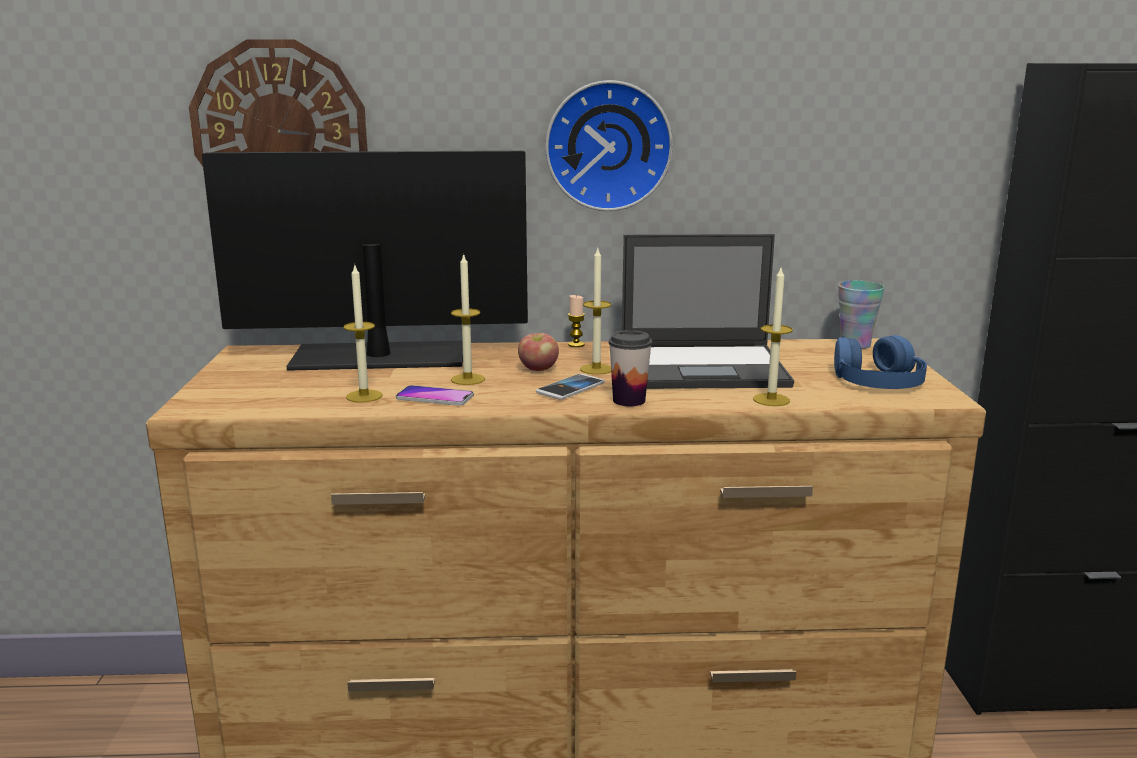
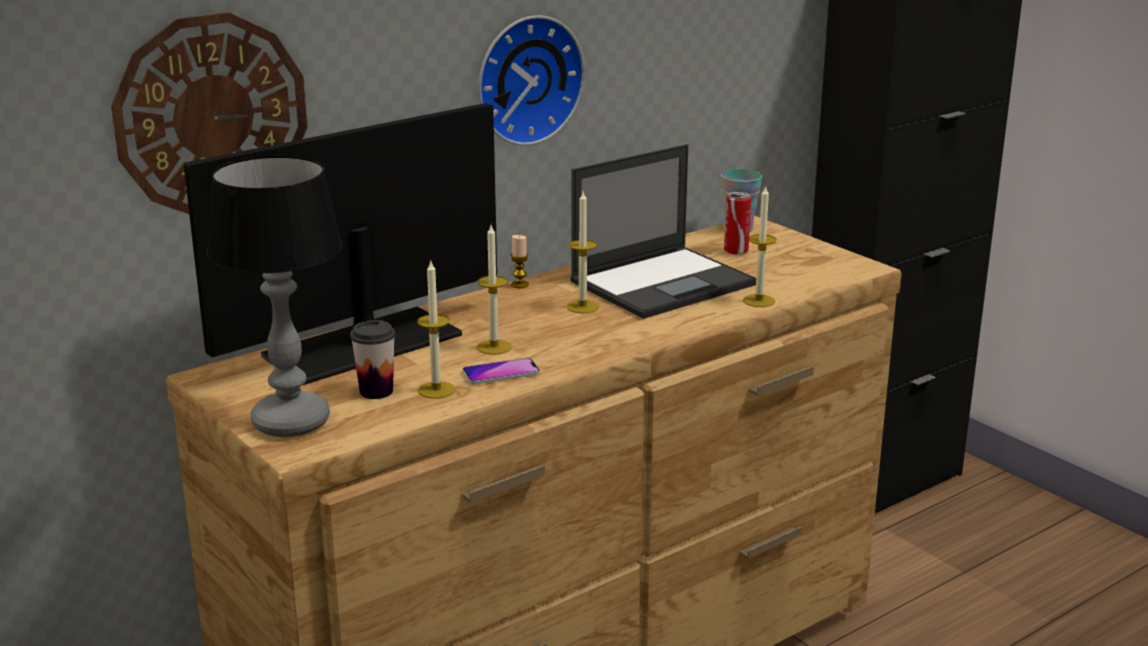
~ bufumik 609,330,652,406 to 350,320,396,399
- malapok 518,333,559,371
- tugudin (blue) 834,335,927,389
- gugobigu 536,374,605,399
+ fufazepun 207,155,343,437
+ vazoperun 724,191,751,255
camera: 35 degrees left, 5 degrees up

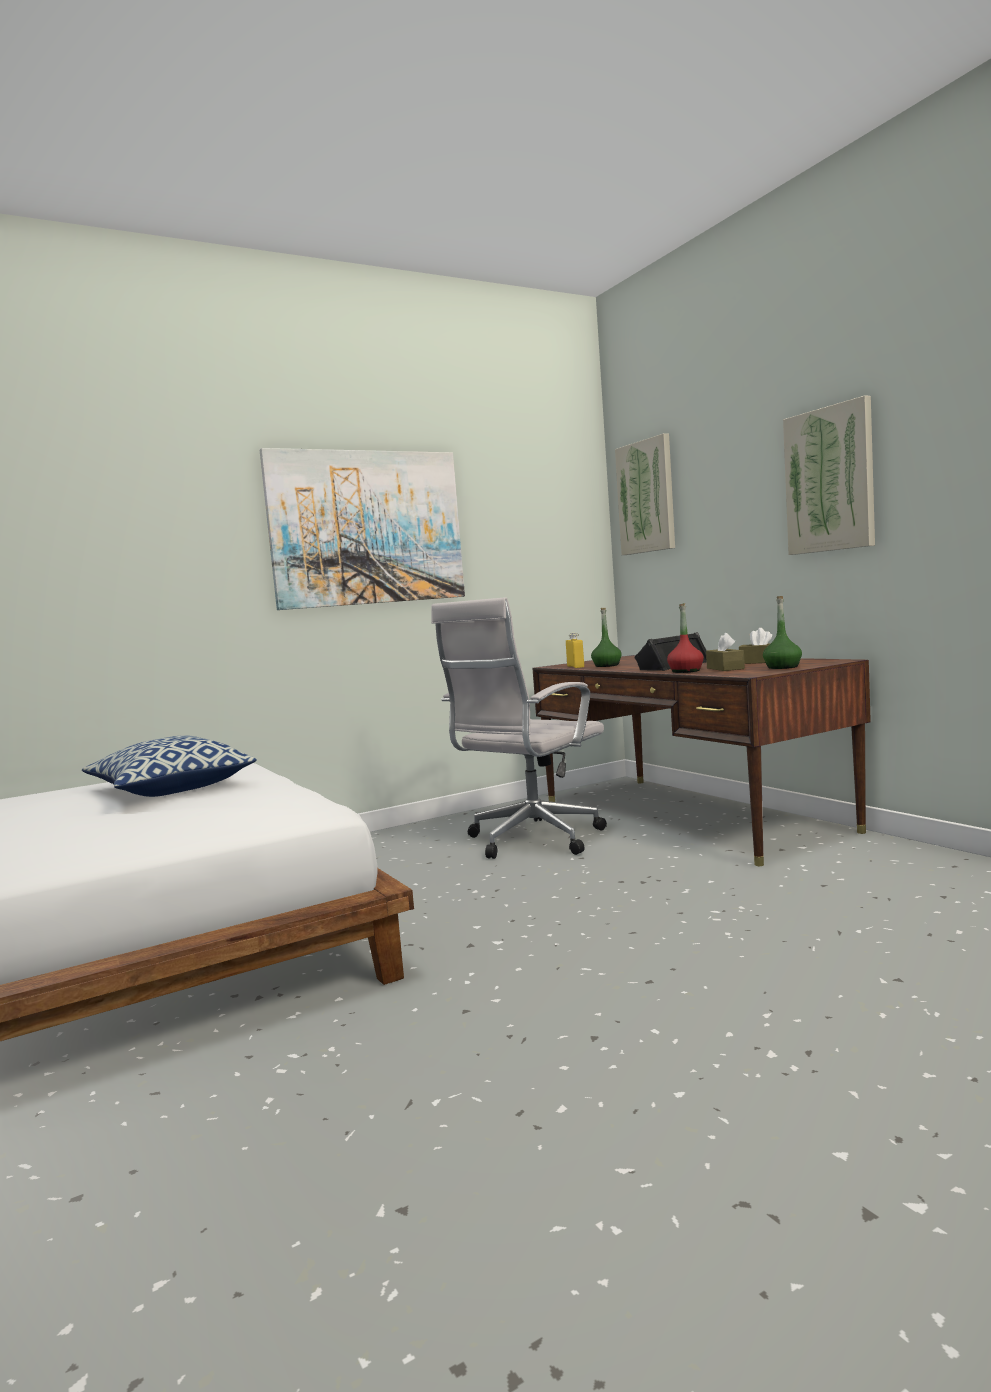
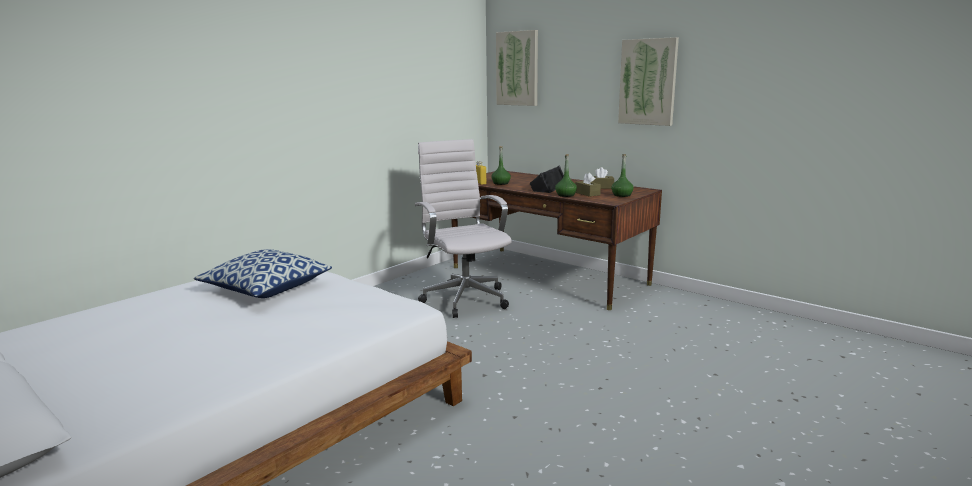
- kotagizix 260,448,465,610
~ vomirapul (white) 431,597,607,859 = 415,139,512,318 135 degrees clockwise
~ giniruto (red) 667,603,704,673 to giniruto (green) 555,154,577,197
camera: 20 degrees left, 10 degrees up

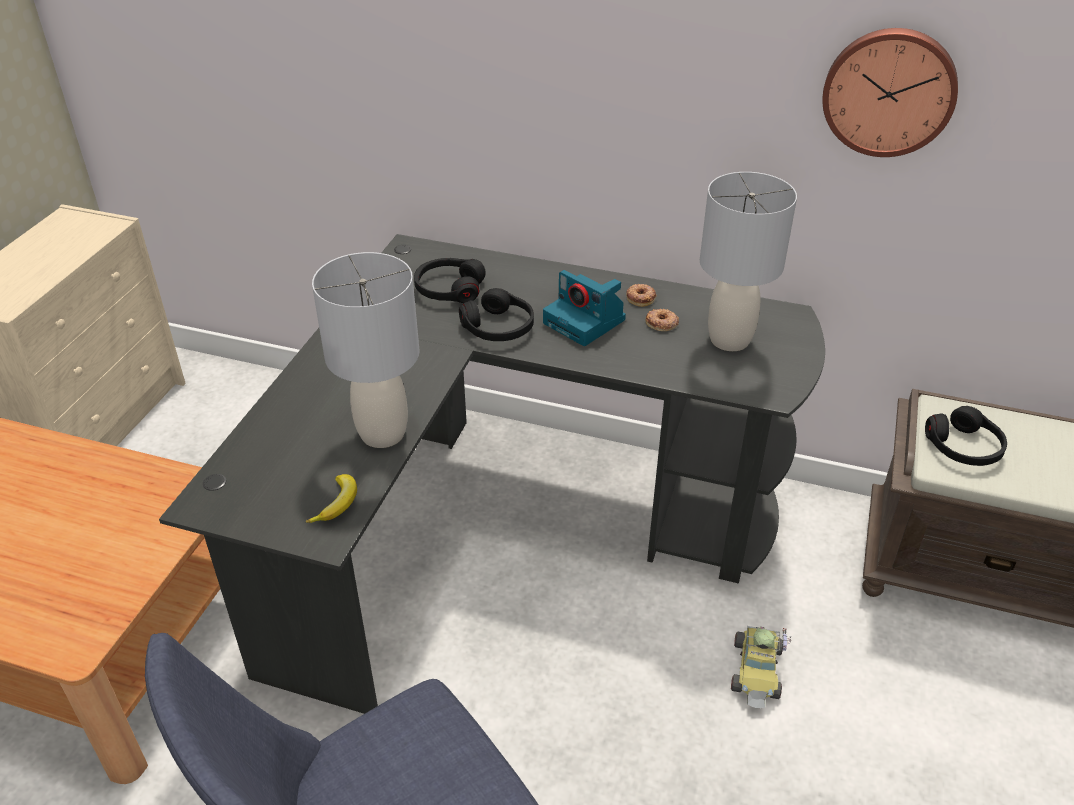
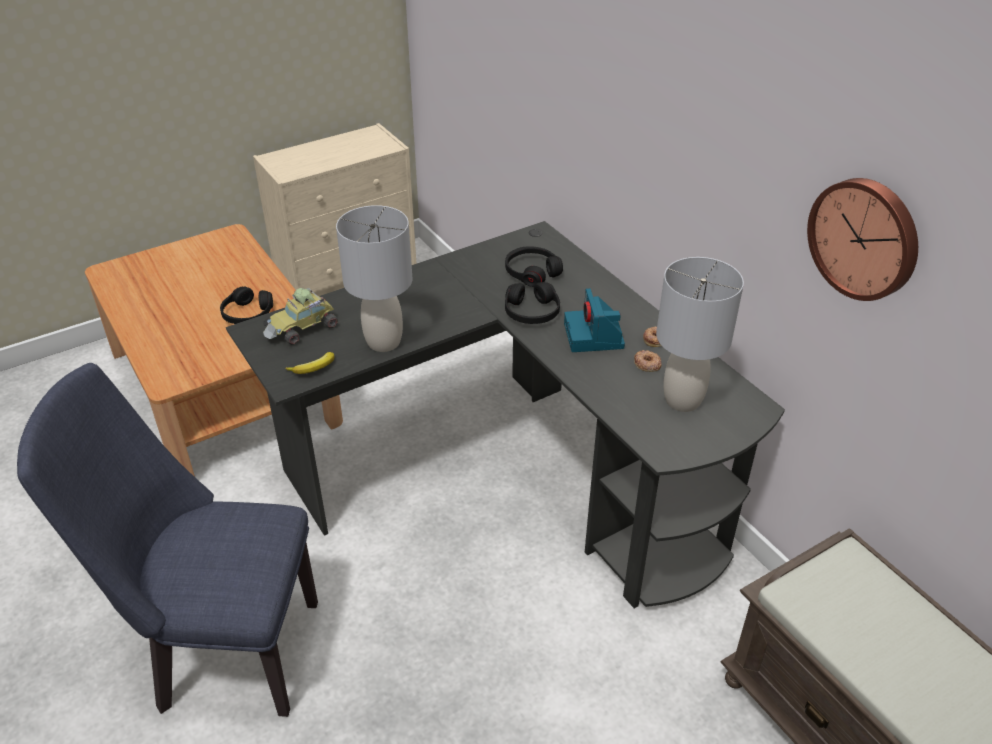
~ tugudin (black) 925,406,1007,466 to 220,287,273,324
~ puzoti 731,626,791,708 to 263,288,338,345
camera: 40 degrees right, 0 degrees up

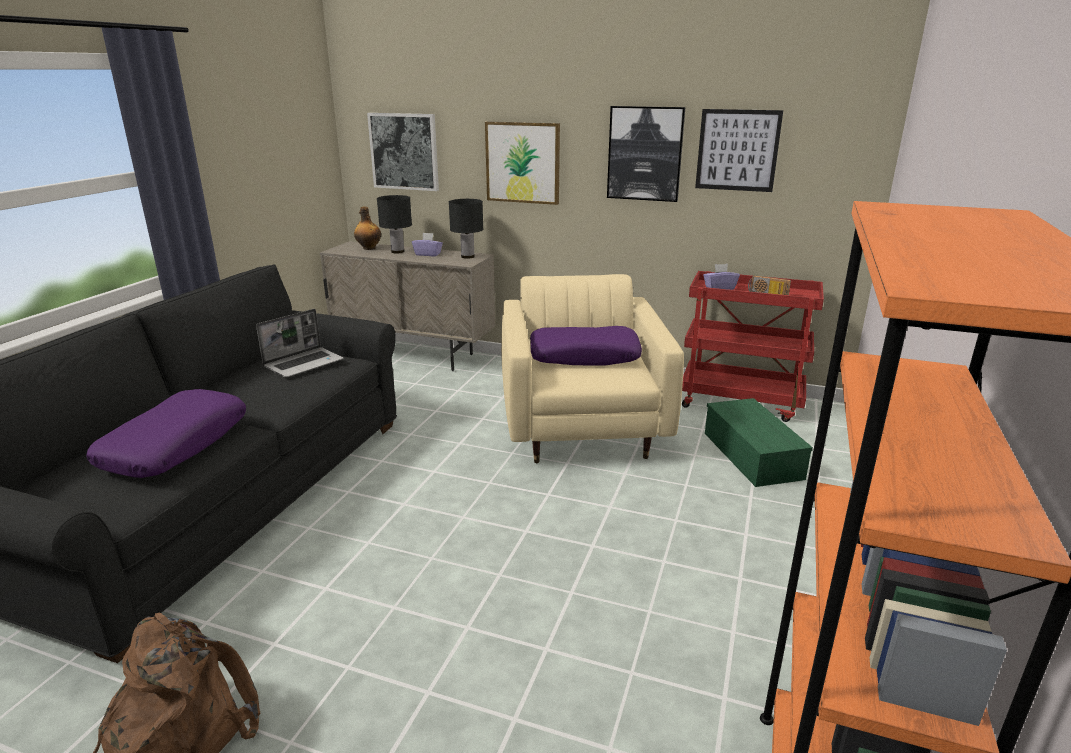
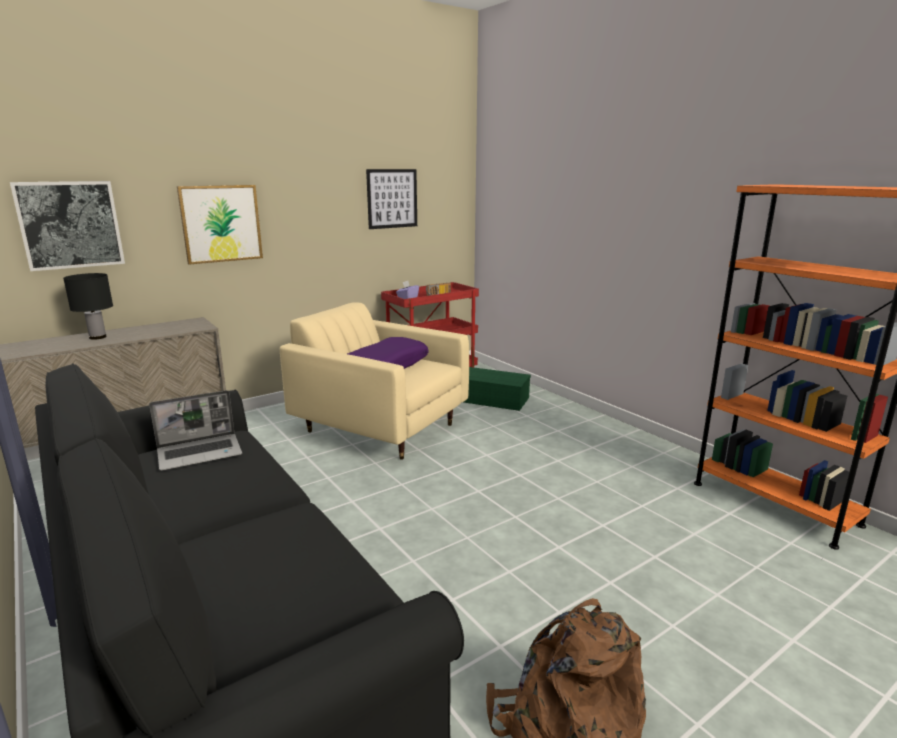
- kotagizix 607,106,686,202
- fufazepun (black) 449,199,483,259
- giniruto 354,207,381,250
- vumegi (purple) 412,233,443,256
~ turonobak 256,309,344,378 = 149,390,242,471 75 degrees clockwise
- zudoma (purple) 87,389,246,478
camera: 55 degrees left, 5 degrees down

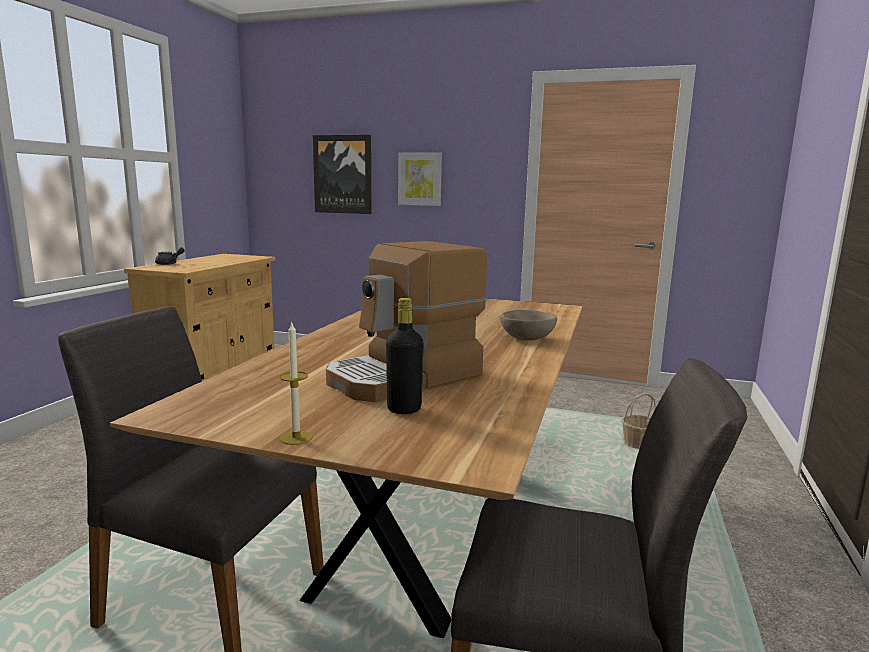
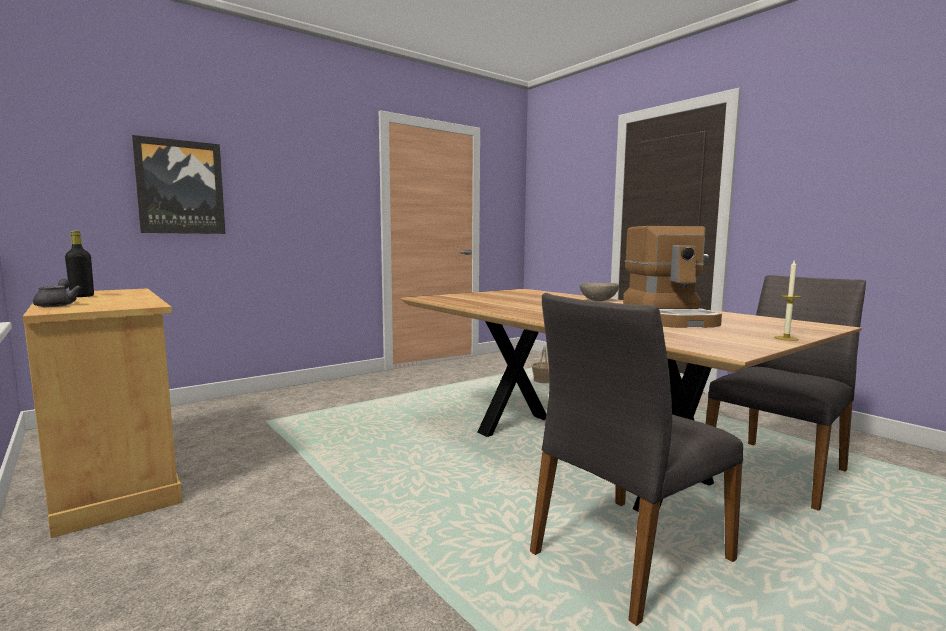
- kotagizix 398,152,442,206
~ giniruto (black) 386,298,424,414 to 65,231,94,297
camera: 55 degrees left, 5 degrees down

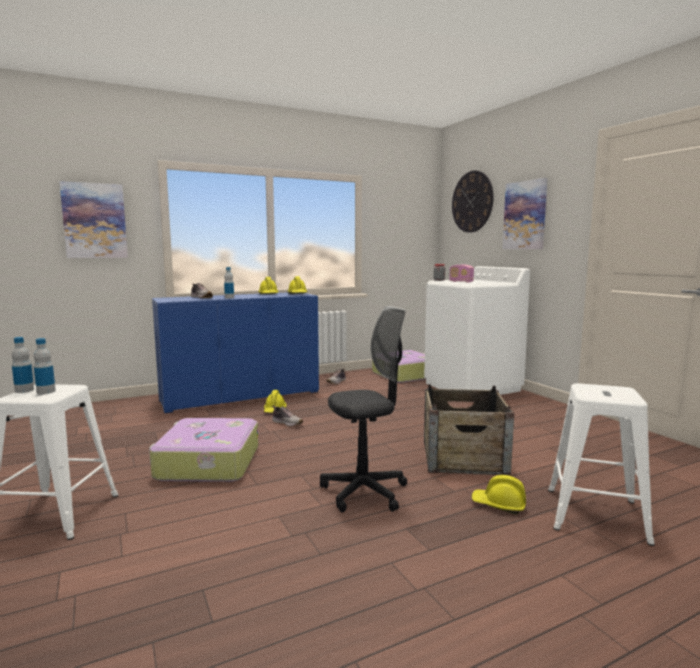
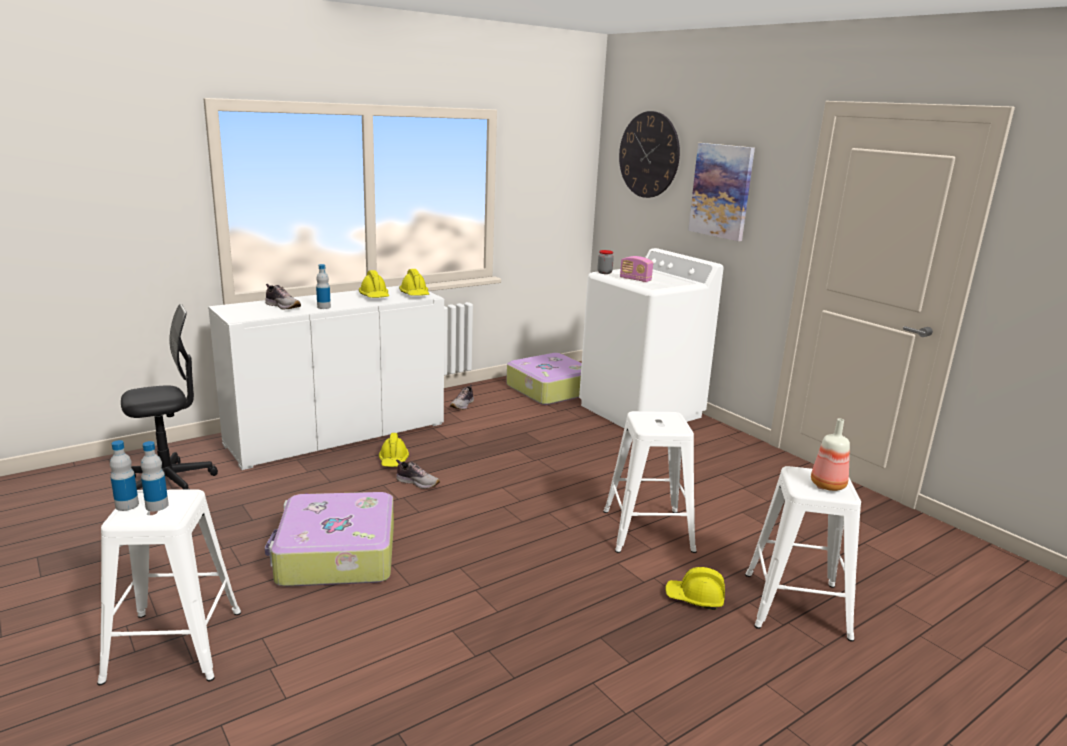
- kotagizix 59,181,128,258
~ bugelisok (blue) 152,293,319,413 to bugelisok (white) 208,286,444,470
~ vomirapul (black) 320,306,407,512 to 121,304,218,490
~ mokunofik 424,384,514,476 to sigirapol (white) 603,411,697,553
+ giniruto 811,418,850,491
camera: 10 degrees left, 10 degrees up

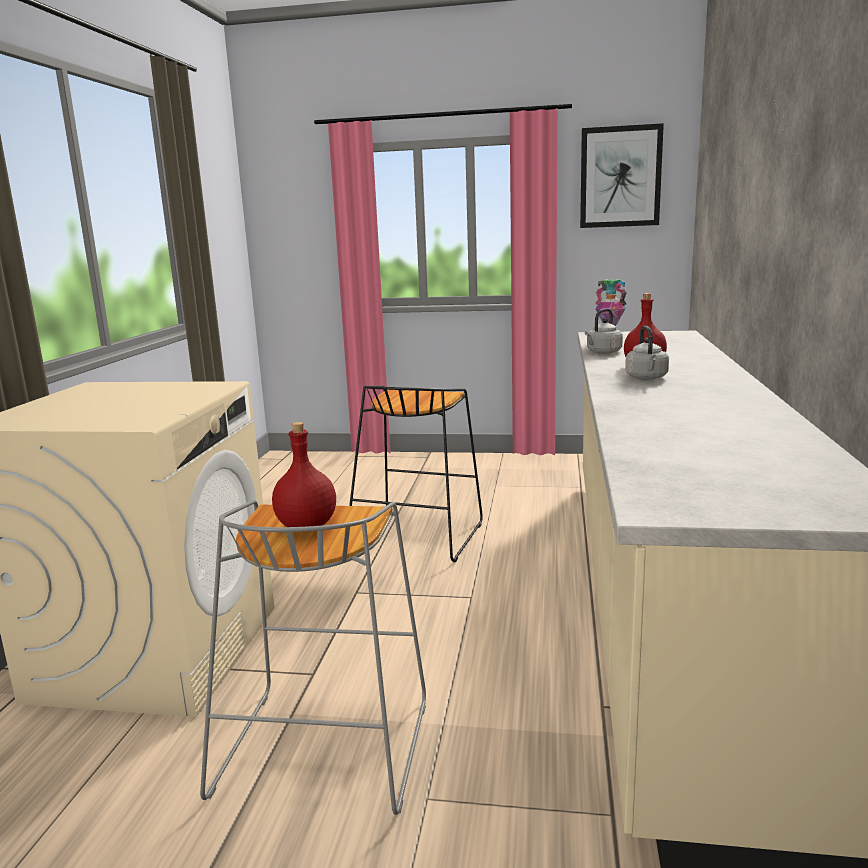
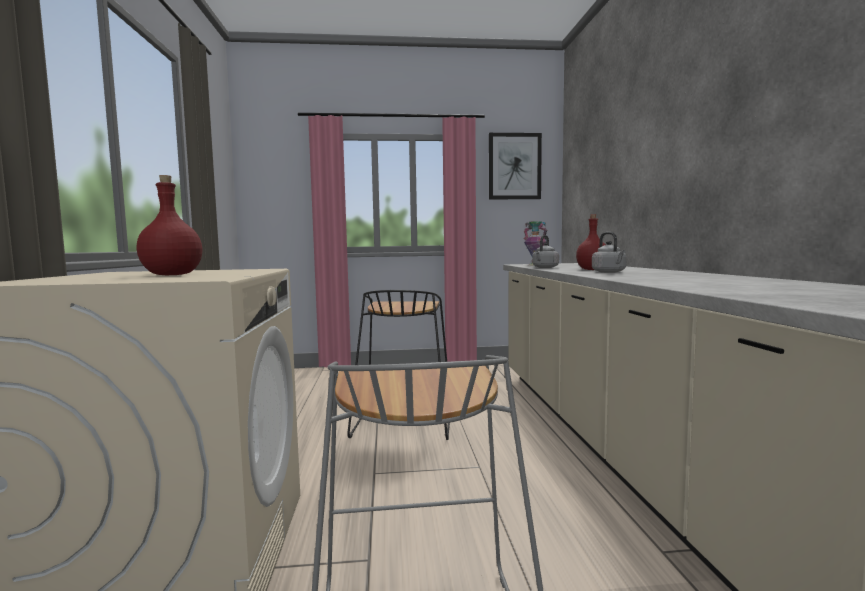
~ giniruto (red) 272,422,336,527 to 137,175,202,275
camera: 15 degrees left, 10 degrees down

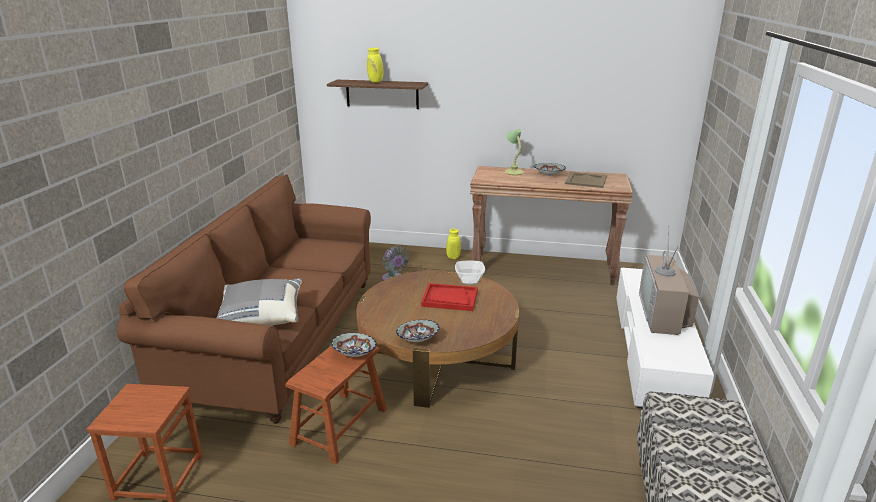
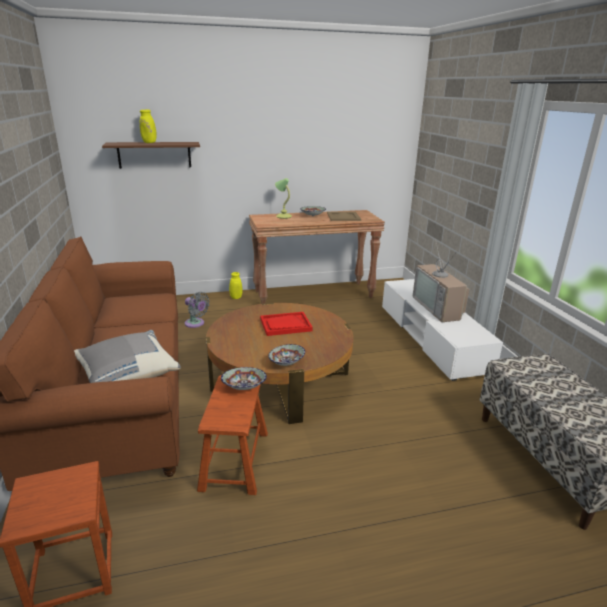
- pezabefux 455,261,485,285
camera: 25 degrees left, 0 degrees up

